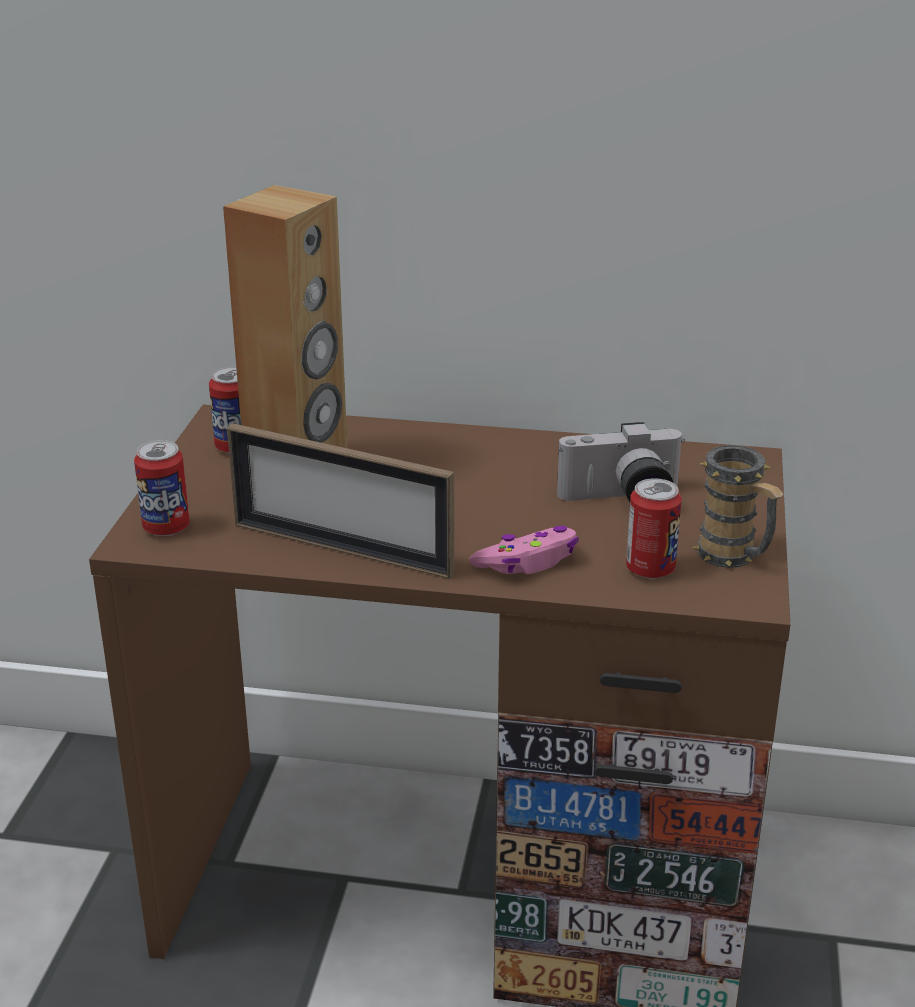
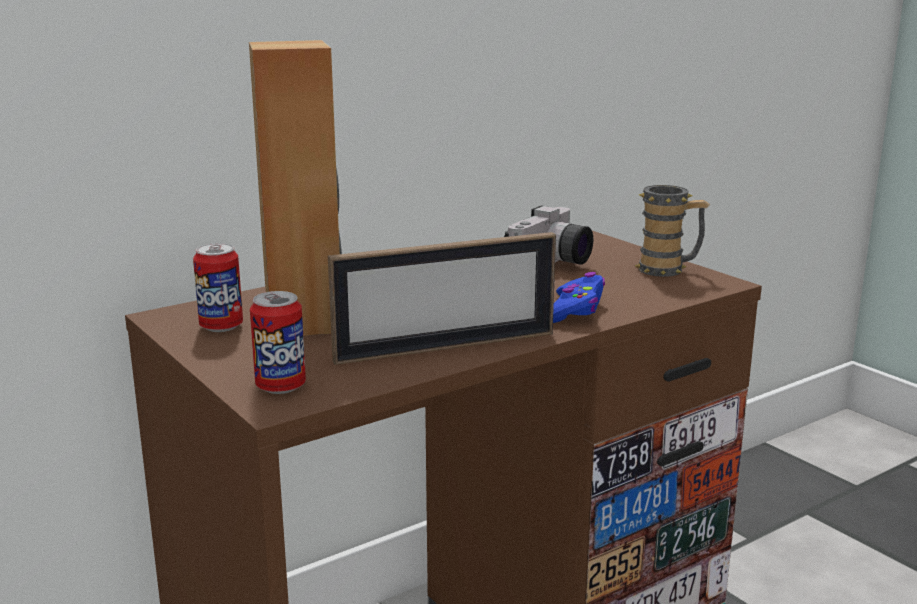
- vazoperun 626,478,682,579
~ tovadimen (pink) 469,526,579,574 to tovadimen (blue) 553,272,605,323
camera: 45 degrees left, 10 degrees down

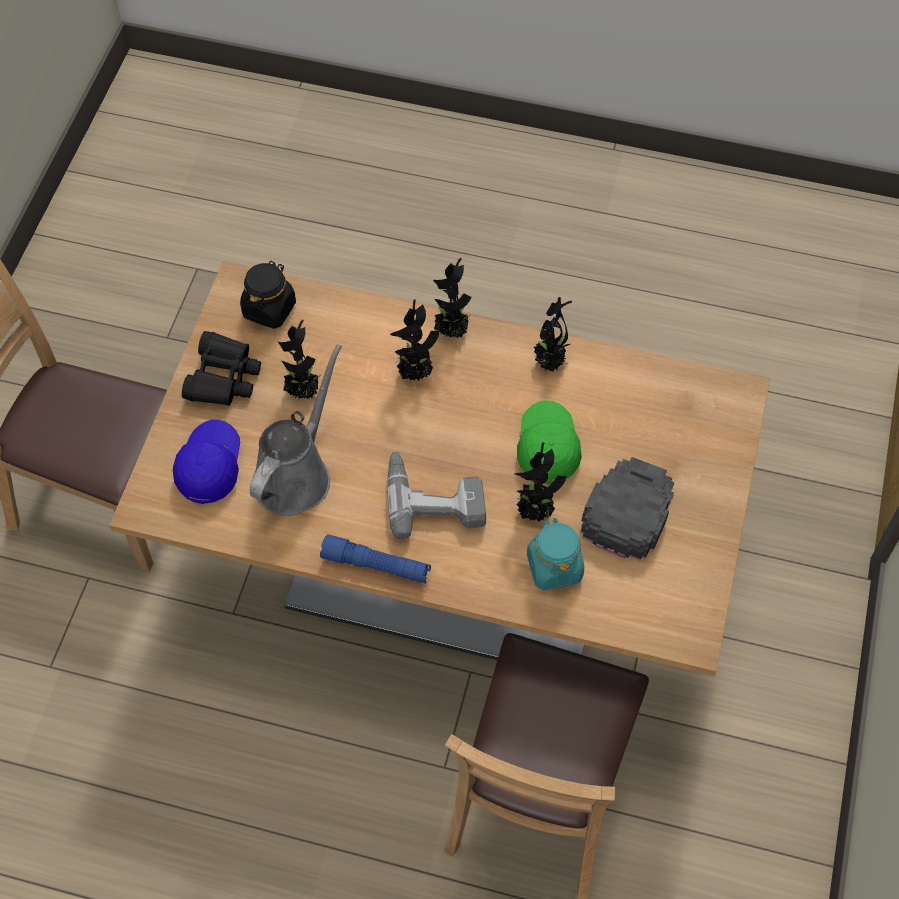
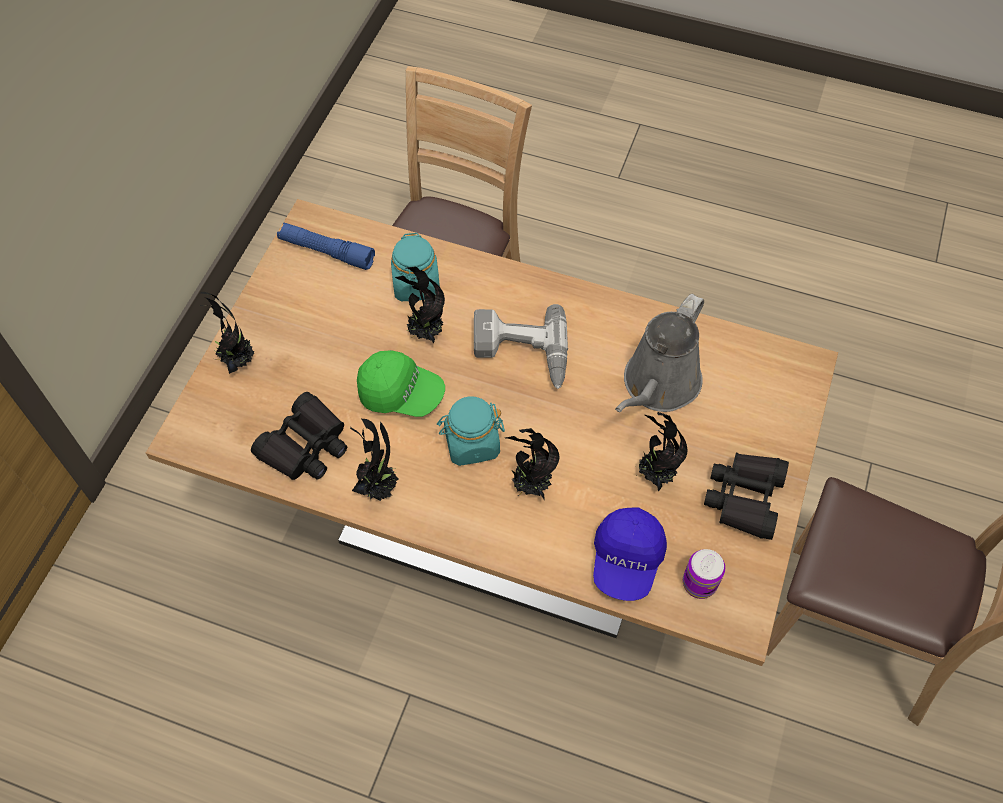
~ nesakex 433,258,471,338 to 200,292,254,374
~ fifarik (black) 240,261,296,329 to vazoperun 683,549,725,599
~ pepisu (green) 517,400,582,484 = 357,350,445,417 75 degrees counterclockwise
~ pepisu (blue) 173,420,240,504 to 593,507,667,601
- pepisu (black) 581,457,675,561
~ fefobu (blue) 320,534,431,583 to 277,222,375,270
+ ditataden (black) 251,392,347,480
+ fifarik (turquoise) 437,396,505,466
camera: 175 degrees left, 0 degrees up

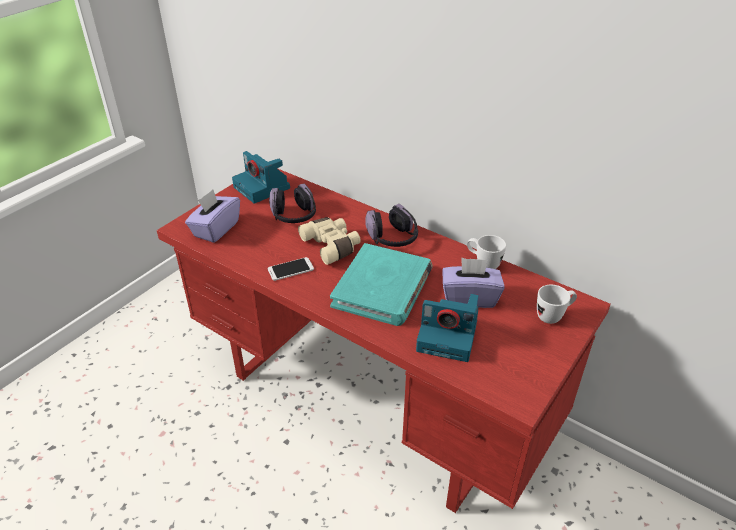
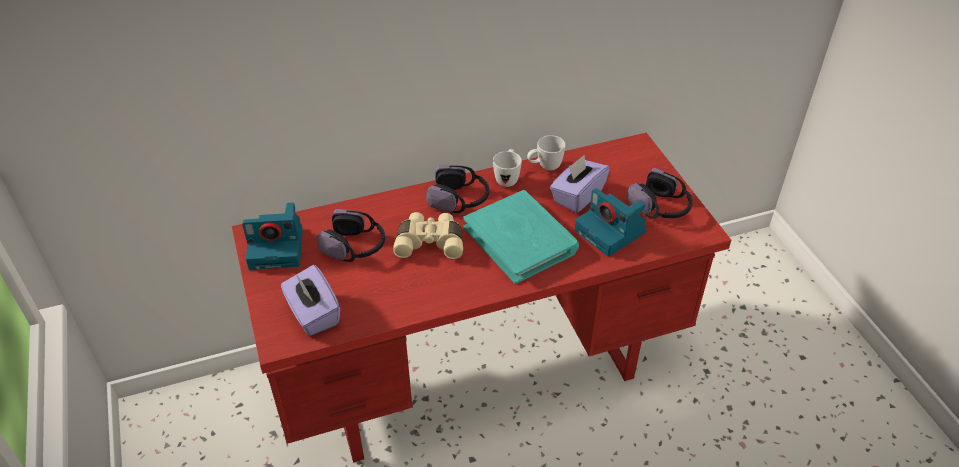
- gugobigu 268,257,314,281
~ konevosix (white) 537,285,577,324 to 493,149,522,187
~ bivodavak 416,294,479,362 = 574,188,647,257 90 degrees clockwise
+ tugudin 627,168,693,219
camera: 55 degrees left, 5 degrees up

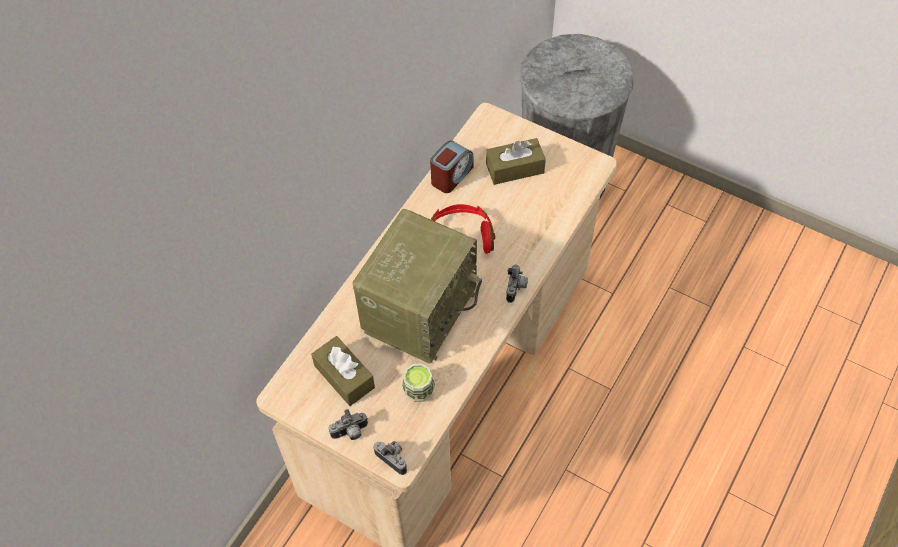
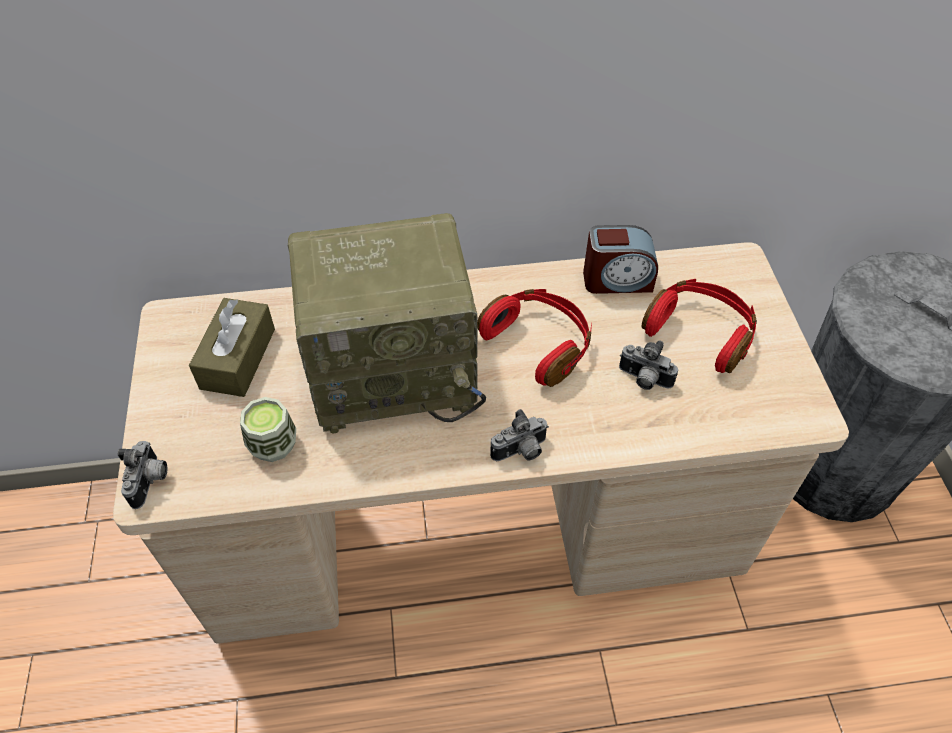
~ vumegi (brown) 486,138,546,185 to tugudin (red) 642,279,757,373
~ bivodavak 329,409,368,440 to 619,340,678,390
camera: 50 degrees right, 5 degrees down

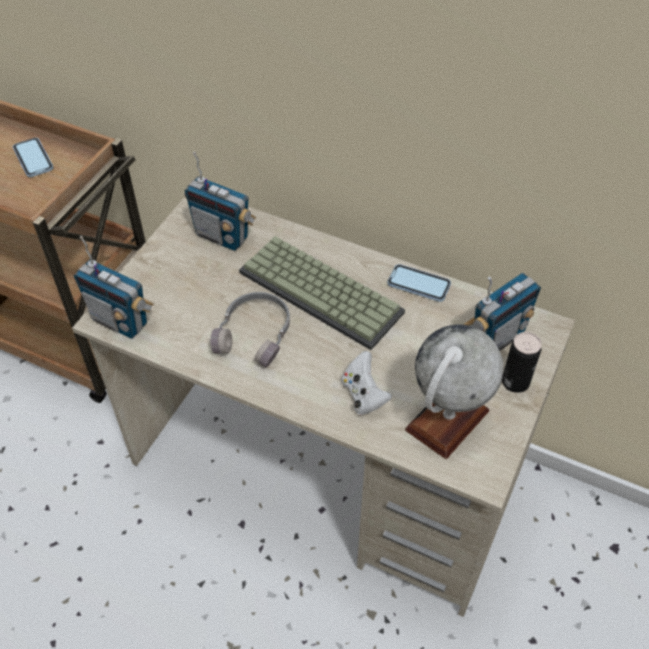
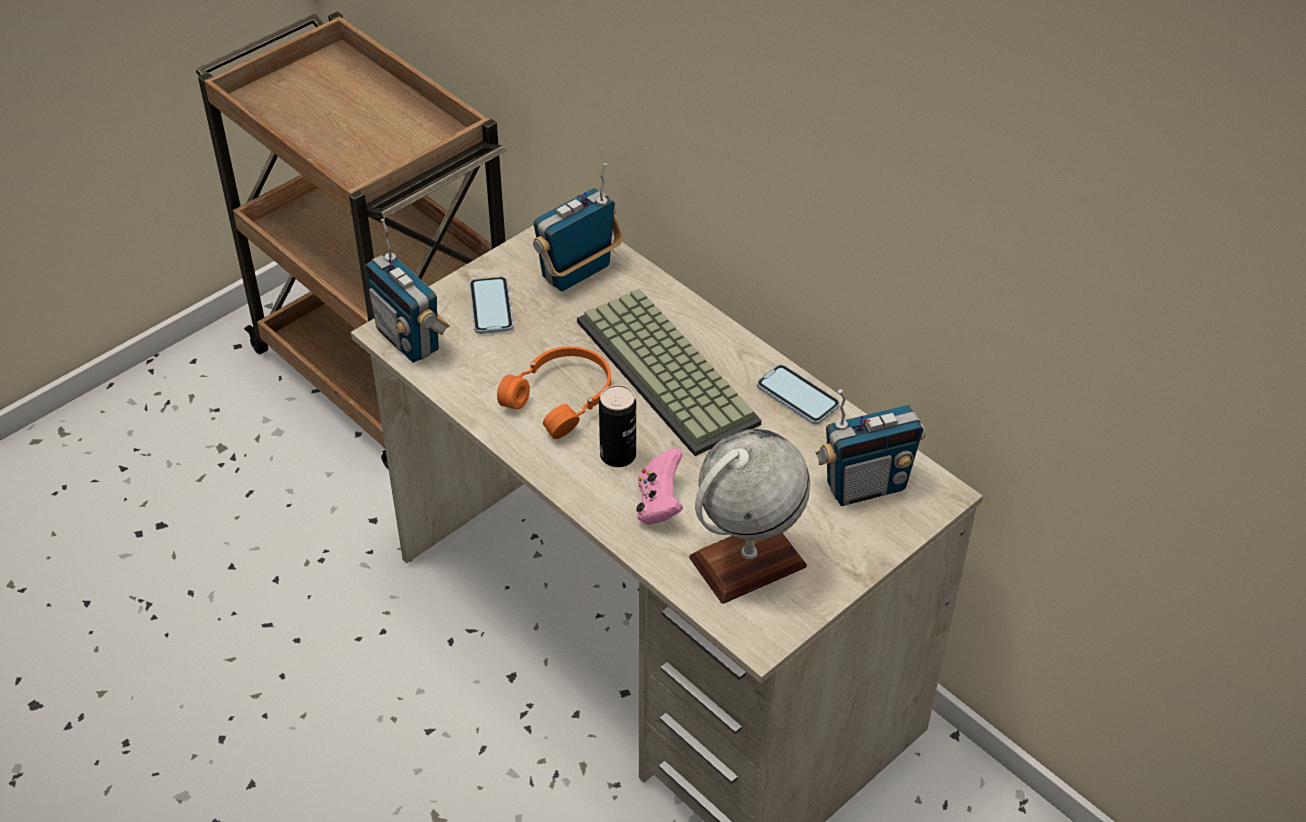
~ gugobigu 13,138,53,177 to 469,277,514,334
~ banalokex 185,152,256,251 = 533,163,623,291 90 degrees clockwise
~ tugudin (grey) 210,292,290,368 to tugudin (orange) 497,346,611,439
~ vazoperun 502,332,542,393 to 599,385,636,467
~ tovadimen (white) 342,351,392,415 to tovadimen (pink) 636,448,683,525
camera: 20 degrees right, 5 degrees down

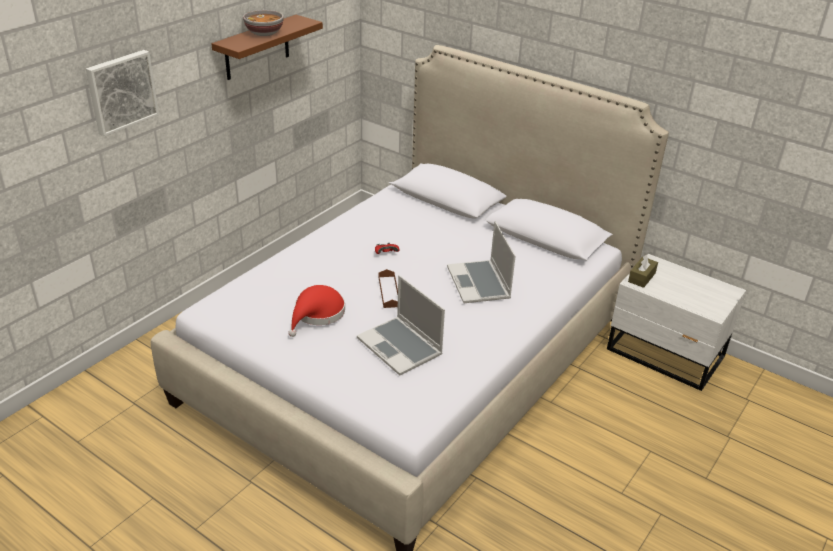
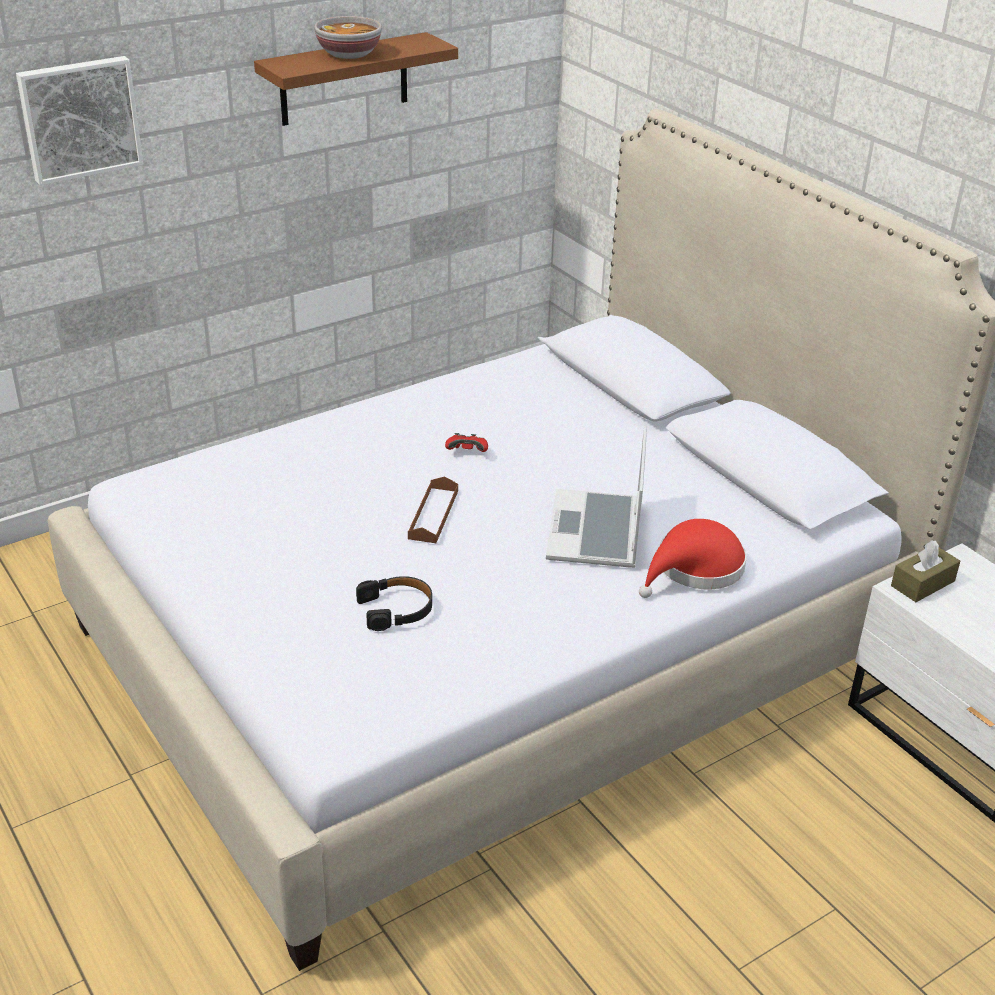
~ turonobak 357,275,445,376 to tugudin (black) 356,576,432,631
~ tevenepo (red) 288,285,345,337 to 639,519,747,598
camera: 20 degrees right, 0 degrees up

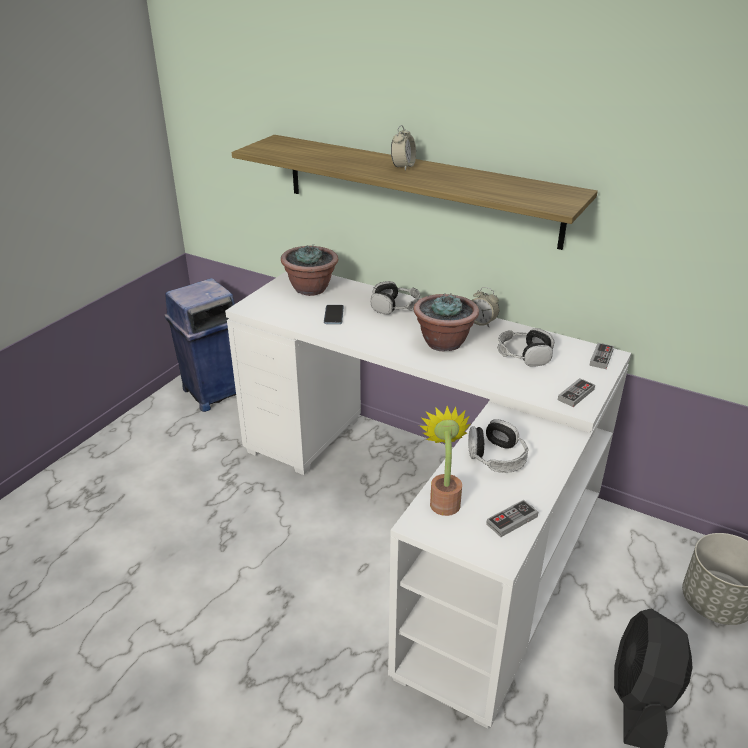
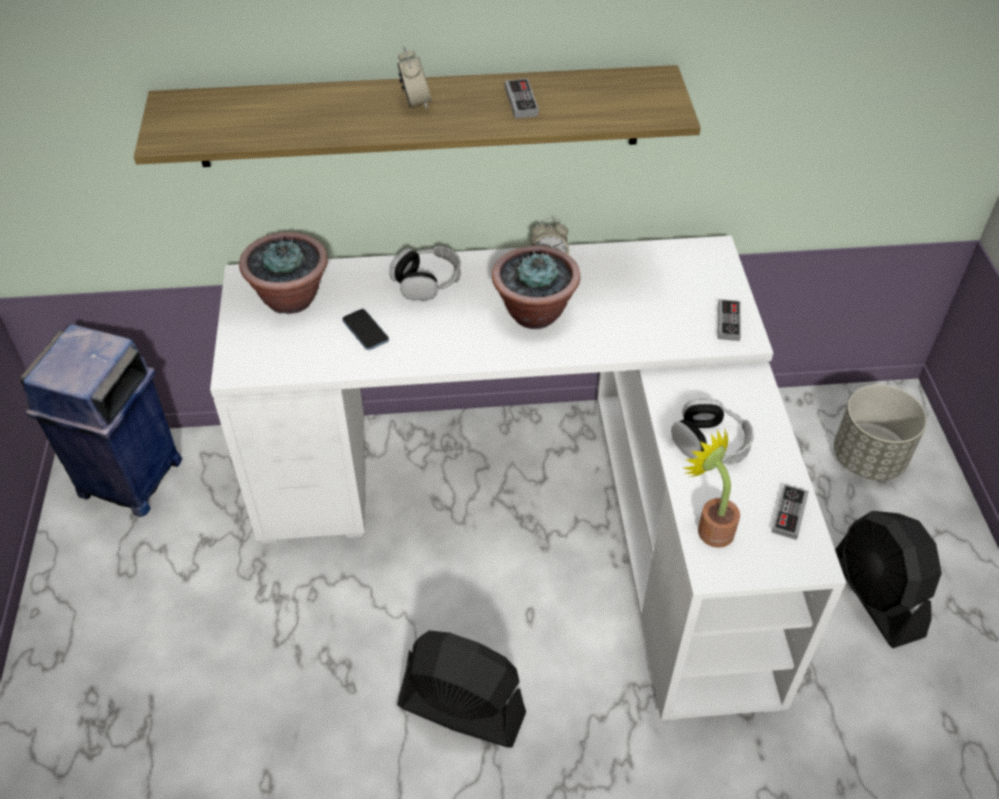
- tugudin 498,328,554,367
~ tovadimen 589,343,614,369 to 505,78,539,119
+ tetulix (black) 397,630,526,748
camera: 35 degrees left, 15 degrees up

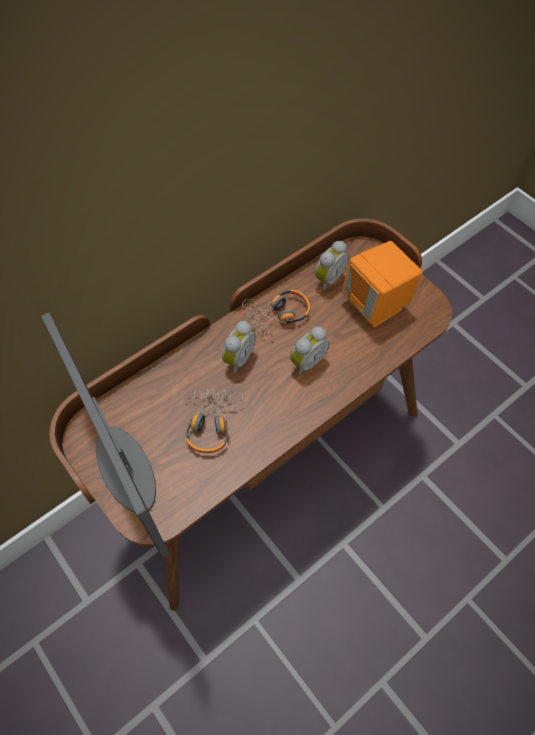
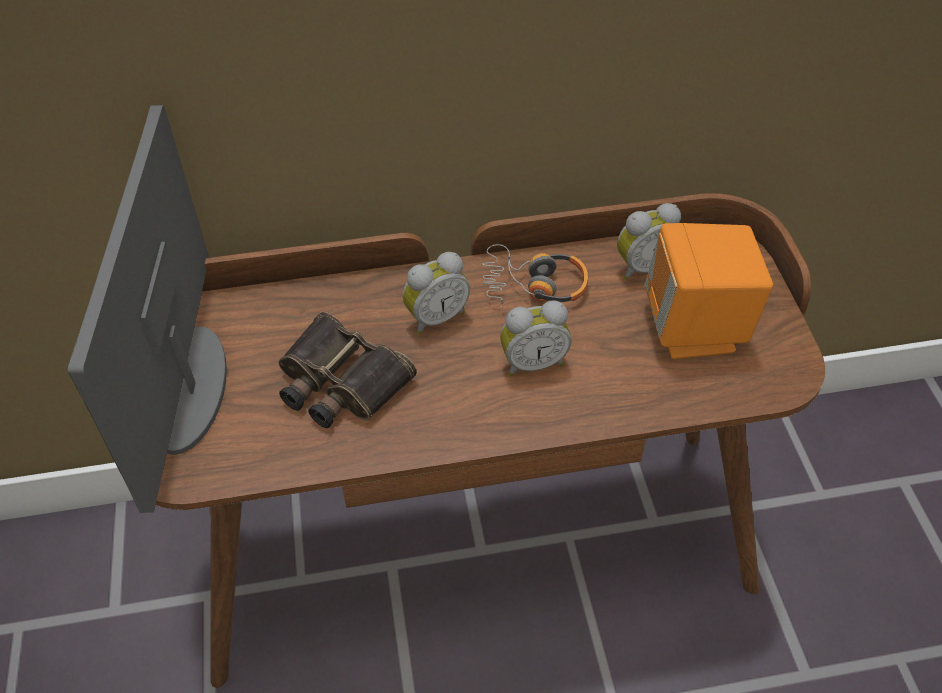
~ tugudin 185,389,243,453 to ditataden 278,312,417,428
camera: 30 degrees right, 10 degrees down

